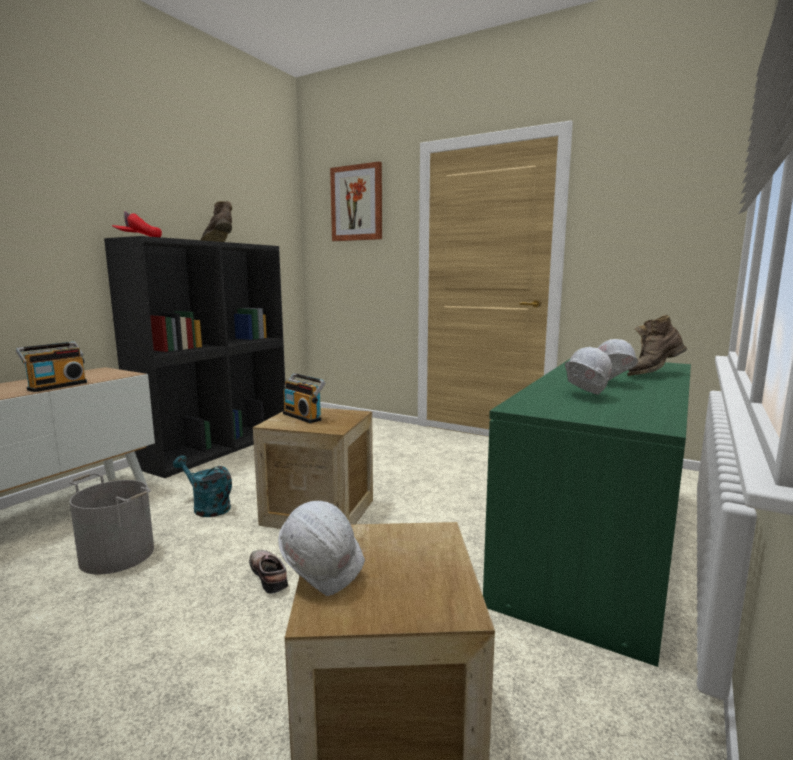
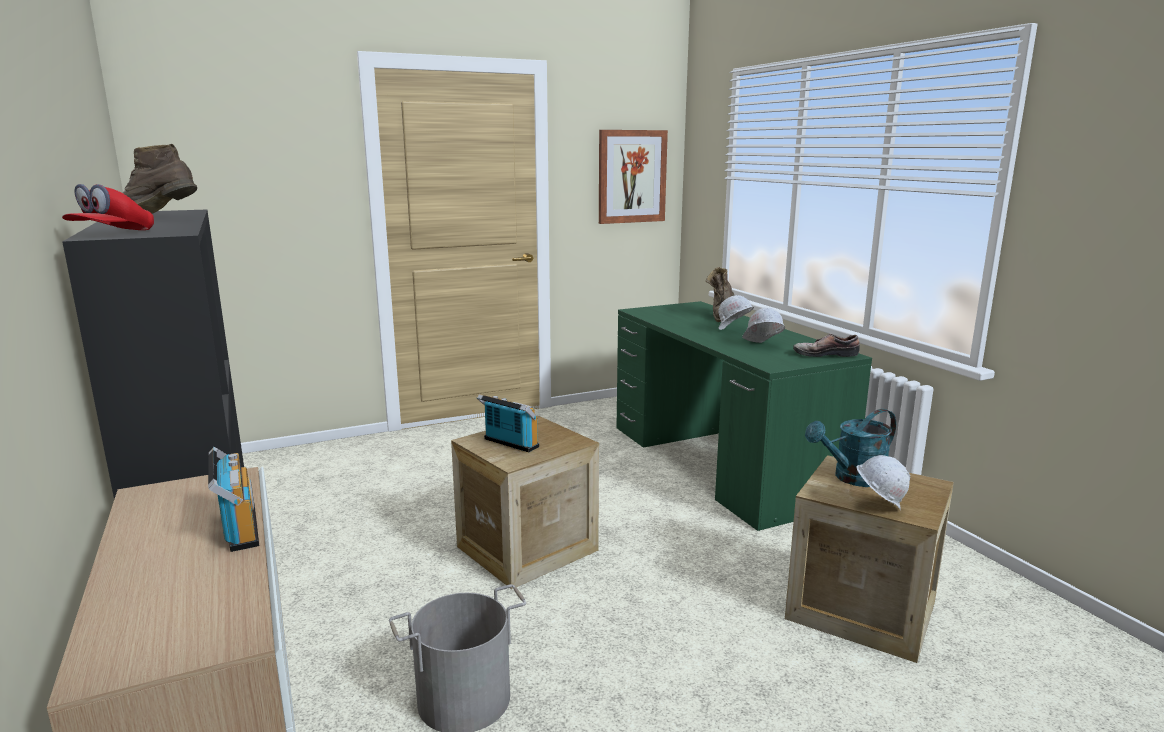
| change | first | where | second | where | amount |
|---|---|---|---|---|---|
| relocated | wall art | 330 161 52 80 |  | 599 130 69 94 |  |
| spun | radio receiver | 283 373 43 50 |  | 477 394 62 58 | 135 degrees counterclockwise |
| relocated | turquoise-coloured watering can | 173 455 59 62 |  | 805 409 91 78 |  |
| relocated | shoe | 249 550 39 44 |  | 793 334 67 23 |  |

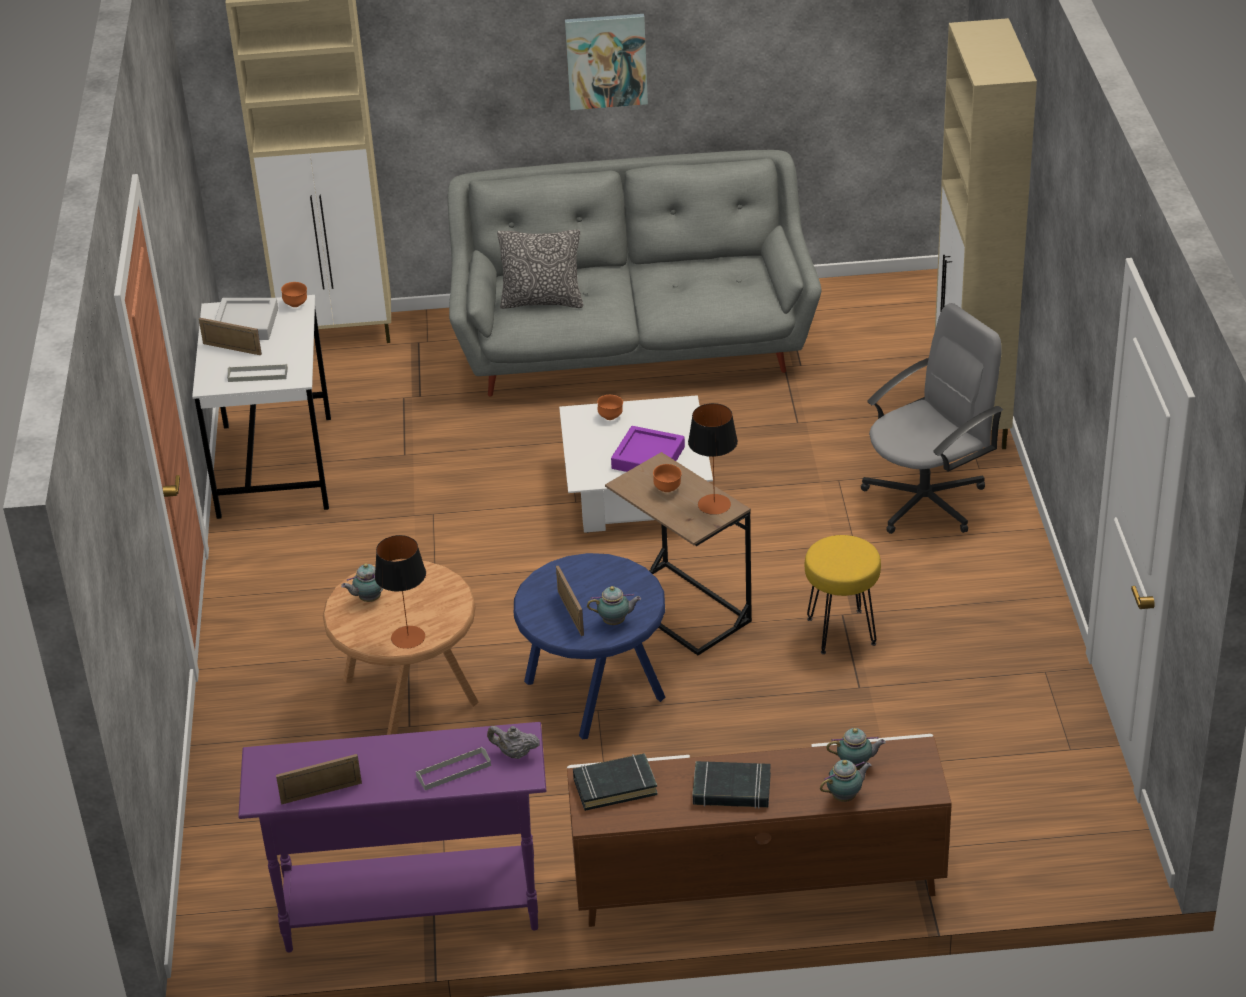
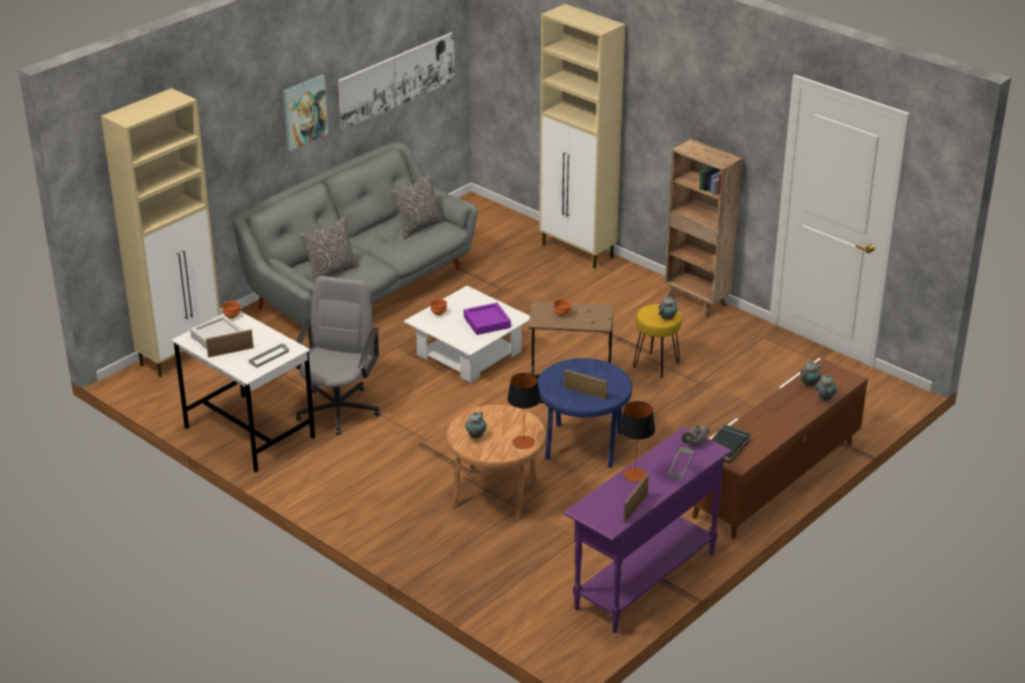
| change | first | where | second | where | amount |
|---|---|---|---|---|---|
| relocated | greyish computer chair | 861 303 142 231 |  | 296 276 84 159 |  |
| relocated | lamp for a table | 688 403 50 112 |  | 619 401 36 81 |  |
| relocated | teapot | 587 586 54 39 |  | 658 296 21 24 |  |
| missing | blackish book | 693 761 78 48 |  |  |  |
| appeared |  |  | wall art | 338 32 117 98 |  |
| appeared |  |  | brown bookcase | 665 139 78 178 |  |
| appeared |  |  | cushion | 391 174 53 65 |  |

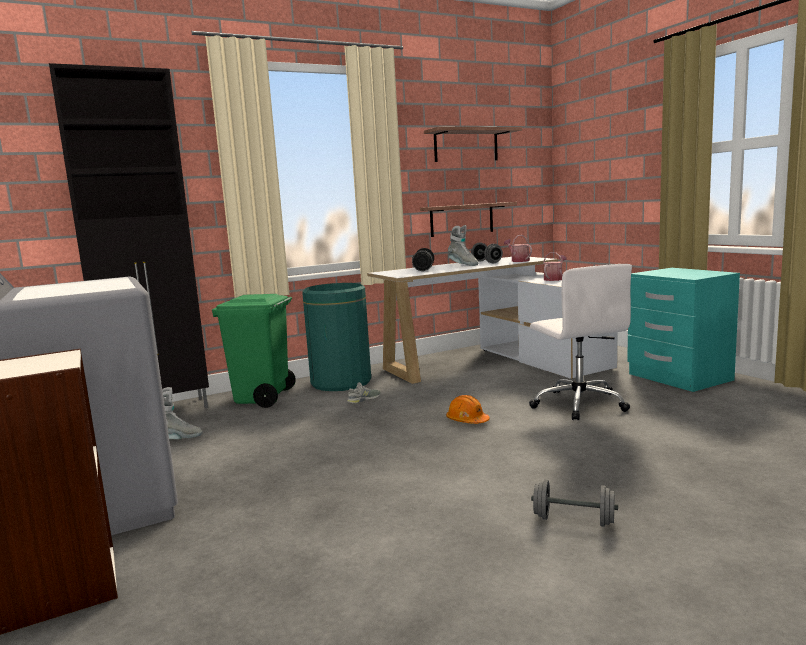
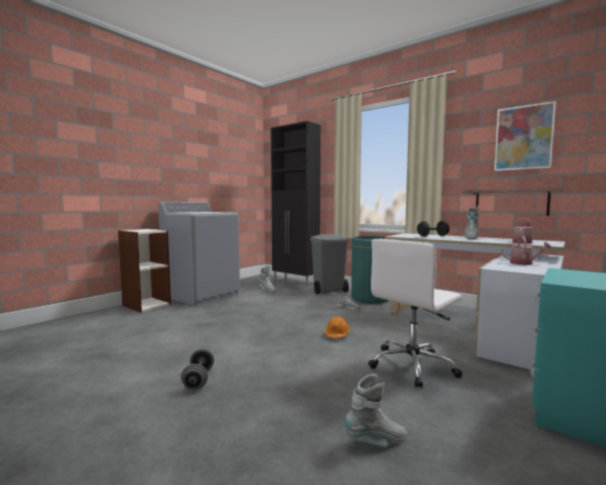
| change | first | where | second | where | amount |
|---|---|---|---|---|---|
| exchanged | wall shelf | 424 127 98 35 | wall art | 494 101 62 70 |  |
| missing | greyish free weight | 471 243 32 20 |  |  |  |
| colour | green-coloured waste bin | 212 294 84 114 | greyish waste bin | 310 234 39 60 |  |
| appeared |  |  | greyish high-top boot | 345 374 62 72 |  |

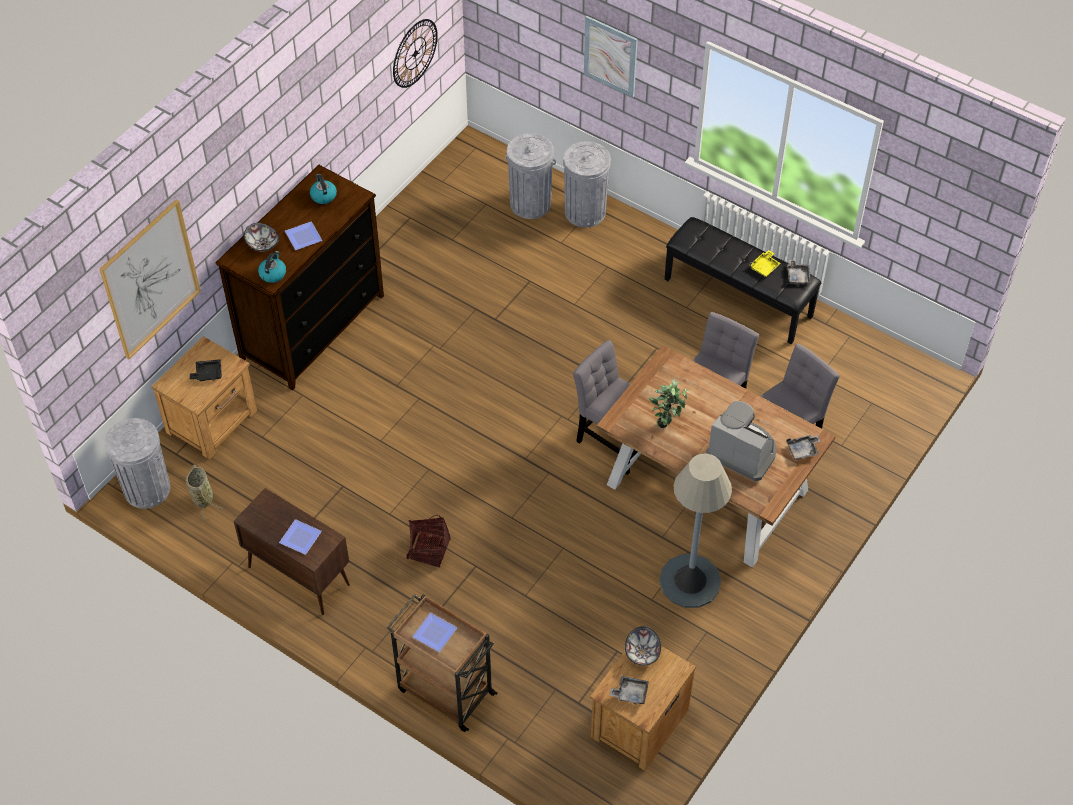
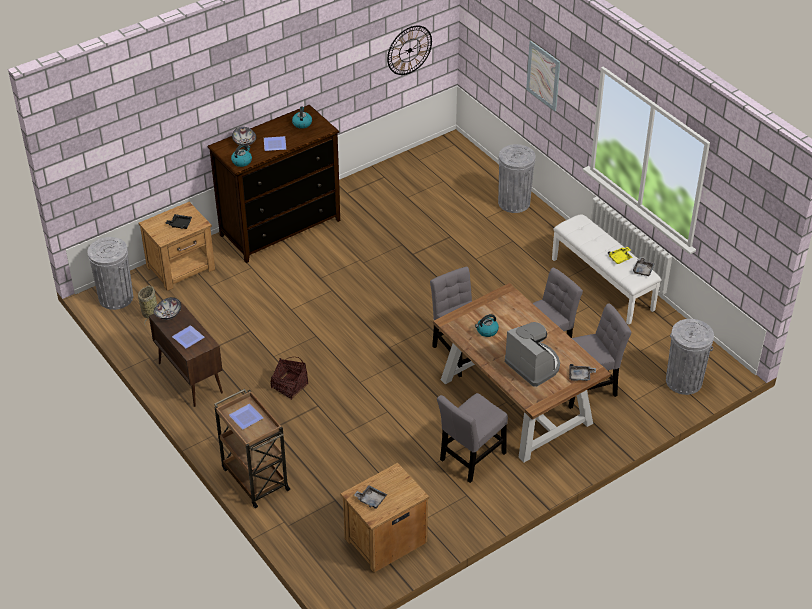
| change | first | where | second | where | amount |
|---|---|---|---|---|---|
| relocated | greyish waste bin | 506 133 50 86 |  | 666 319 48 76 |  |
| missing | wall art | 100 199 101 160 |  |  |  |
| colour | blackish long seat | 665 217 156 127 | white-coloured long seat | 552 214 110 111 |  |
| exchanged | potted plant | 649 379 41 49 | tea kettle | 475 314 24 23 |  |
| exchanged | greyish floor lamp | 659 454 73 154 | greyish chair | 437 393 71 90 |  |
| relocated | deep dish | 625 626 36 39 |  | 154 297 27 23 |  |

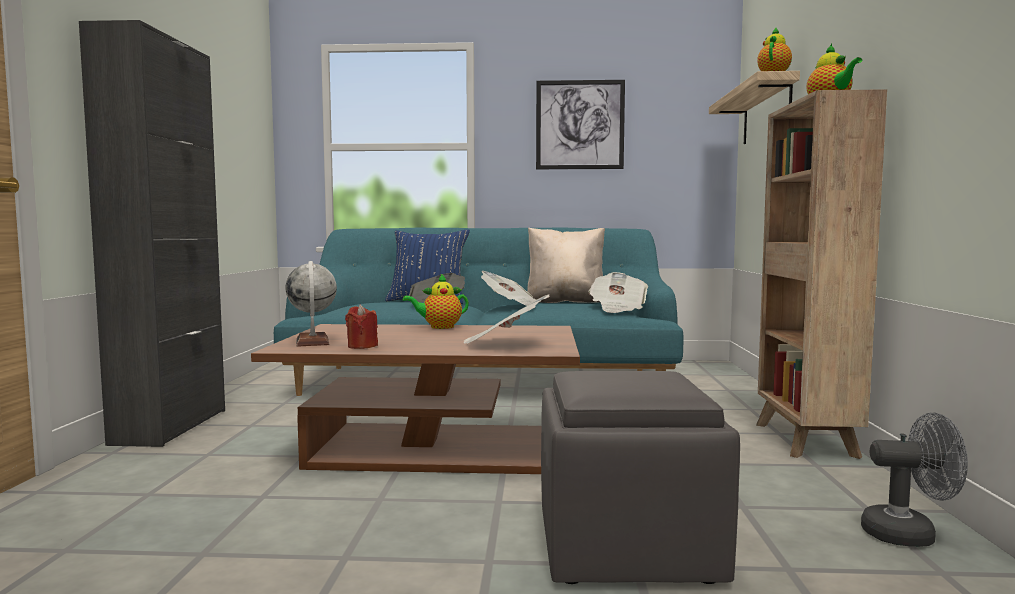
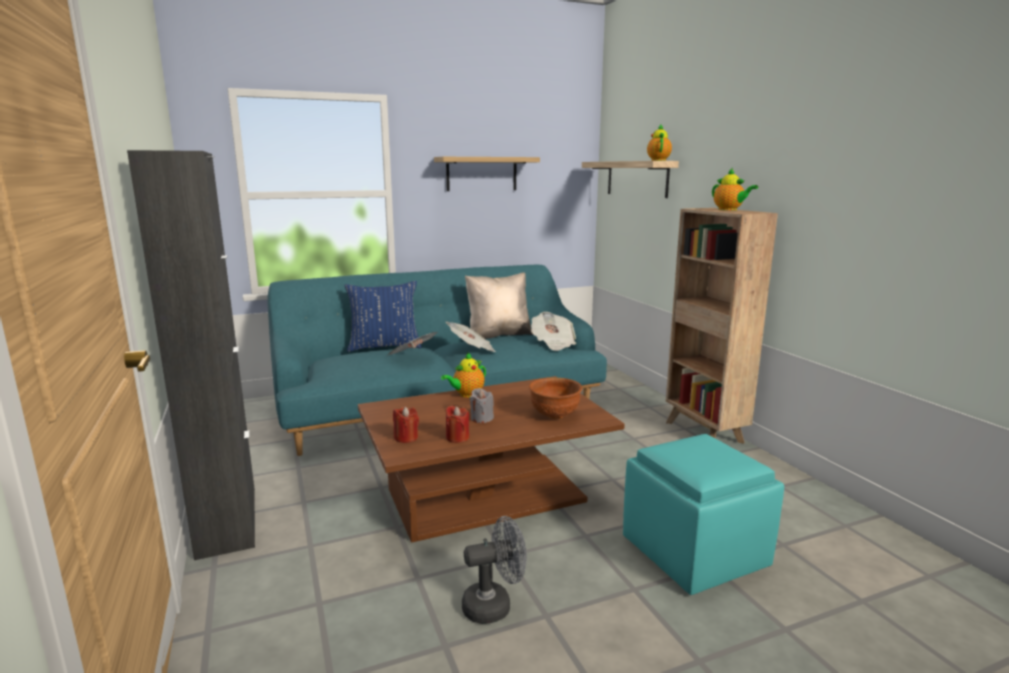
| change | first | where | second | where | amount |
|---|---|---|---|---|---|
| exchanged | wall art | 536 80 89 89 | wall shelf | 434 157 106 34 |  |
| exchanged | desk globe | 285 261 52 86 | red candle | 393 406 26 37 |  |
| exchanged | daily paper | 464 295 86 49 | brown deep dish | 529 377 53 42 |  |
| colour | greyish footrest | 541 371 199 213 | turquoise-coloured footrest | 623 434 161 161 |  |
| relocated | greyish cooling fan | 861 413 107 134 |  | 462 516 65 108 |  |
| appeared |  |  | greyish candle | 470 388 24 35 |  |

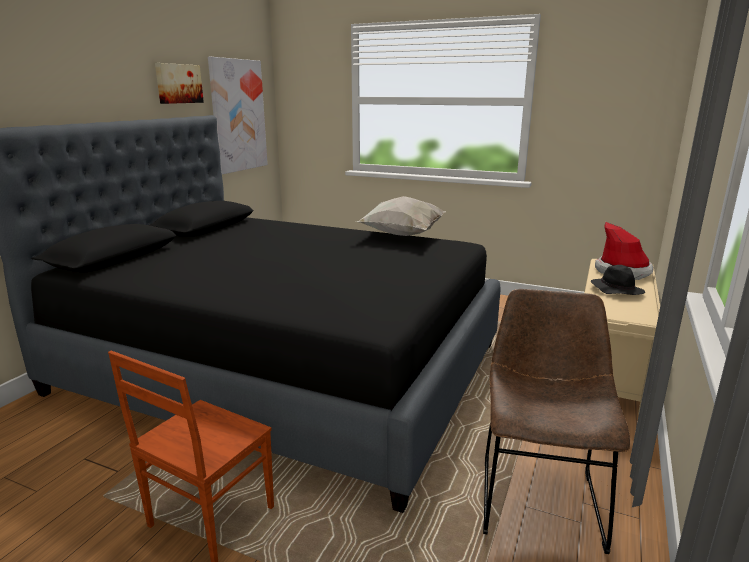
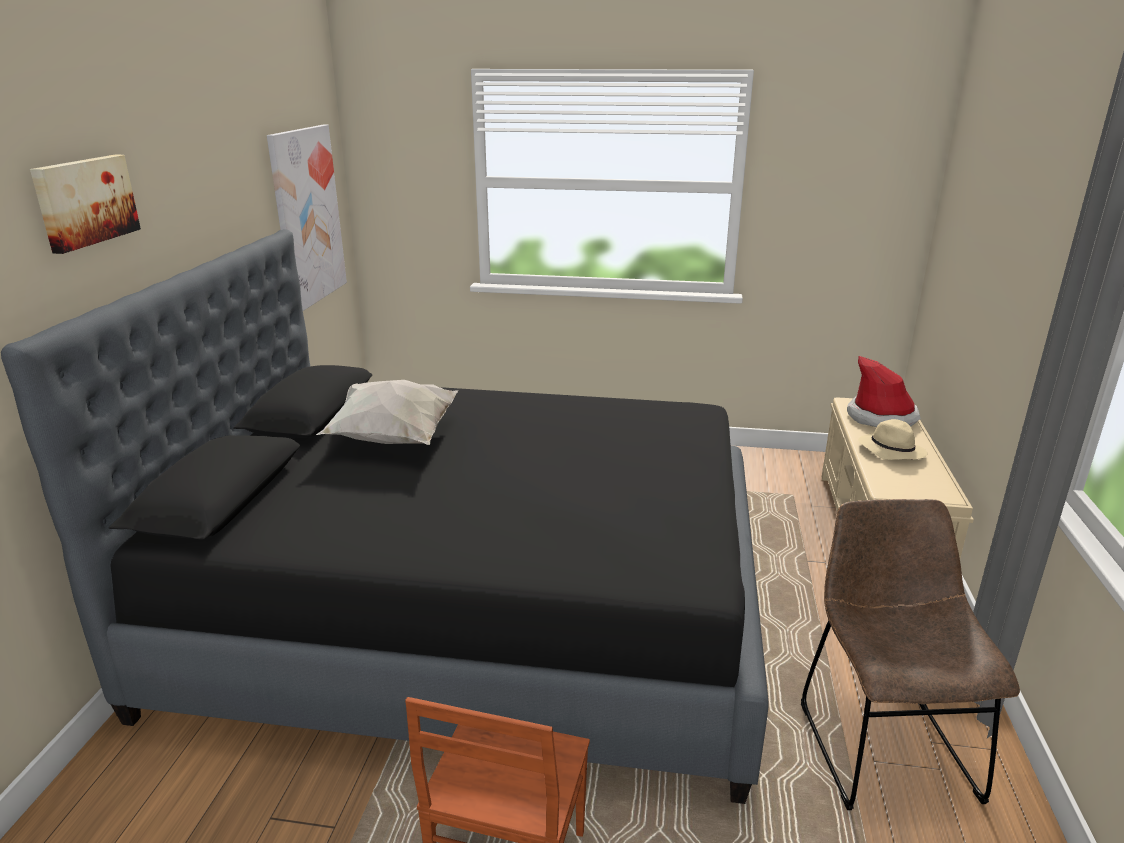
| change | first | where | second | where | amount |
|---|---|---|---|---|---|
| relocated | wall art | 155 63 49 41 |  | 30 155 111 99 |  |
| relocated | white-coloured cushion | 357 196 89 40 |  | 316 380 142 65 |  |
| colour | blackish wearable hat | 591 265 54 30 | beige-coloured wearable hat | 858 419 69 41 |  |

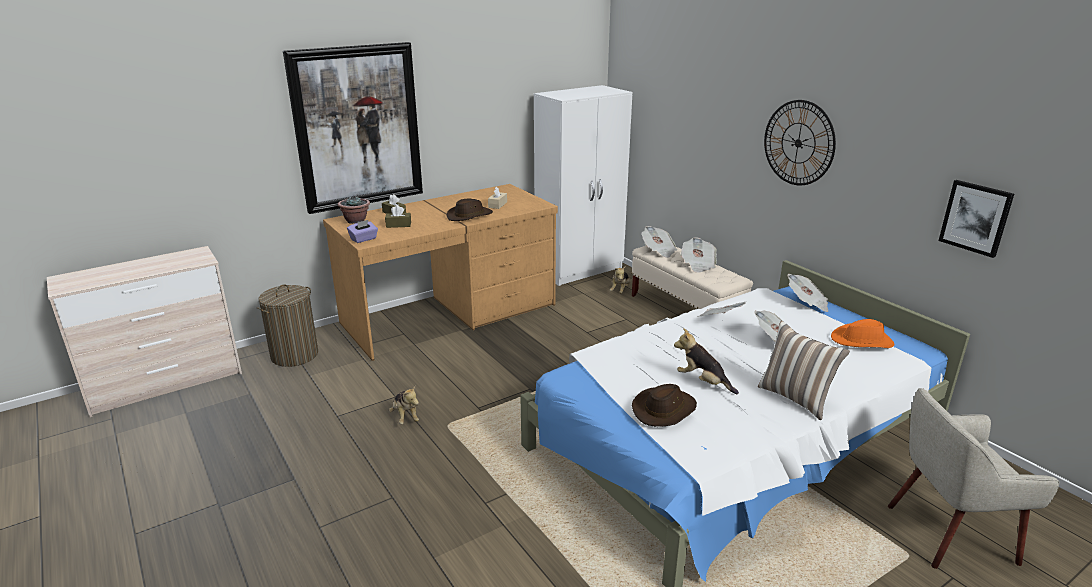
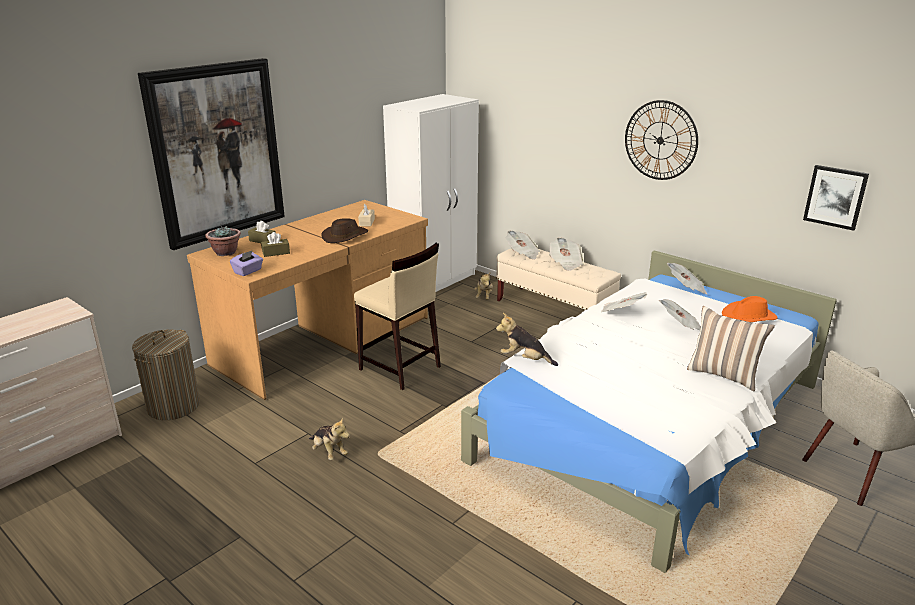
| change | first | where | second | where | amount |
|---|---|---|---|---|---|
| relocated | cuddly toy | 674 328 65 66 |  | 496 313 62 53 |  |
| missing | brown wearable hat | 632 384 65 43 |  |  |  |
| appeared |  |  | beige-coloured stool | 354 243 87 147 |  |

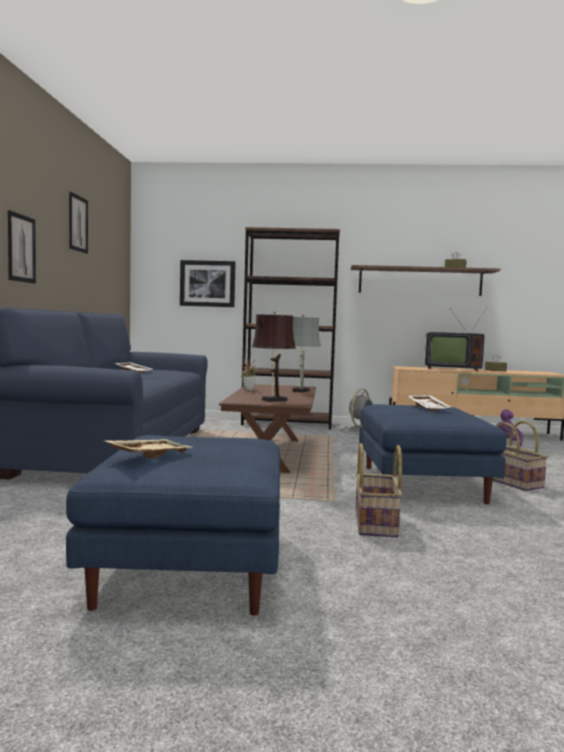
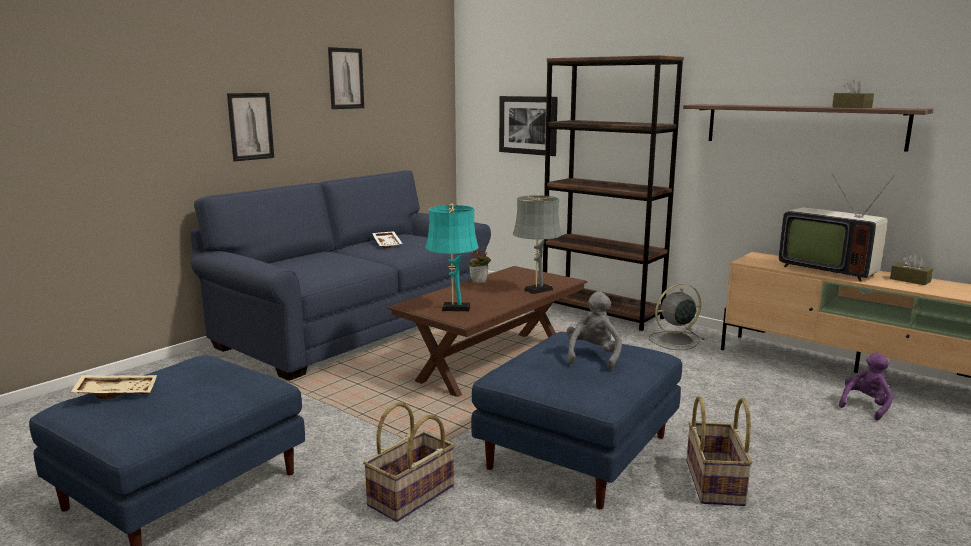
| change | first | where | second | where | amount |
|---|---|---|---|---|---|
| colour | brown lamp for a table | 252 311 44 91 | turquoise-coloured lamp for a table | 425 203 54 108 |  |
| exchanged | white-coloured tray | 408 395 43 16 | greyish cuddly toy | 567 291 55 79 |  |

